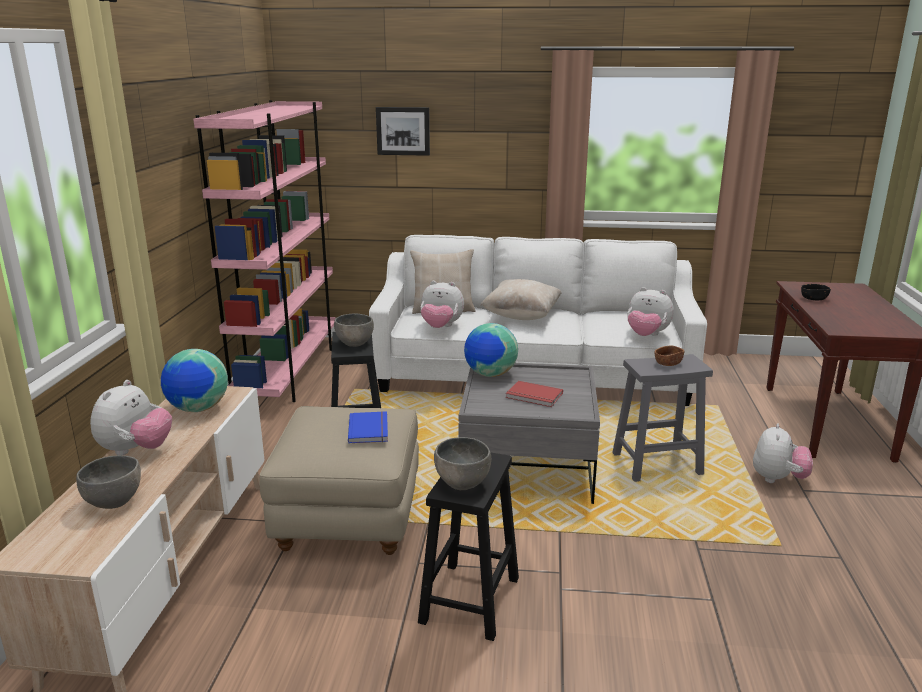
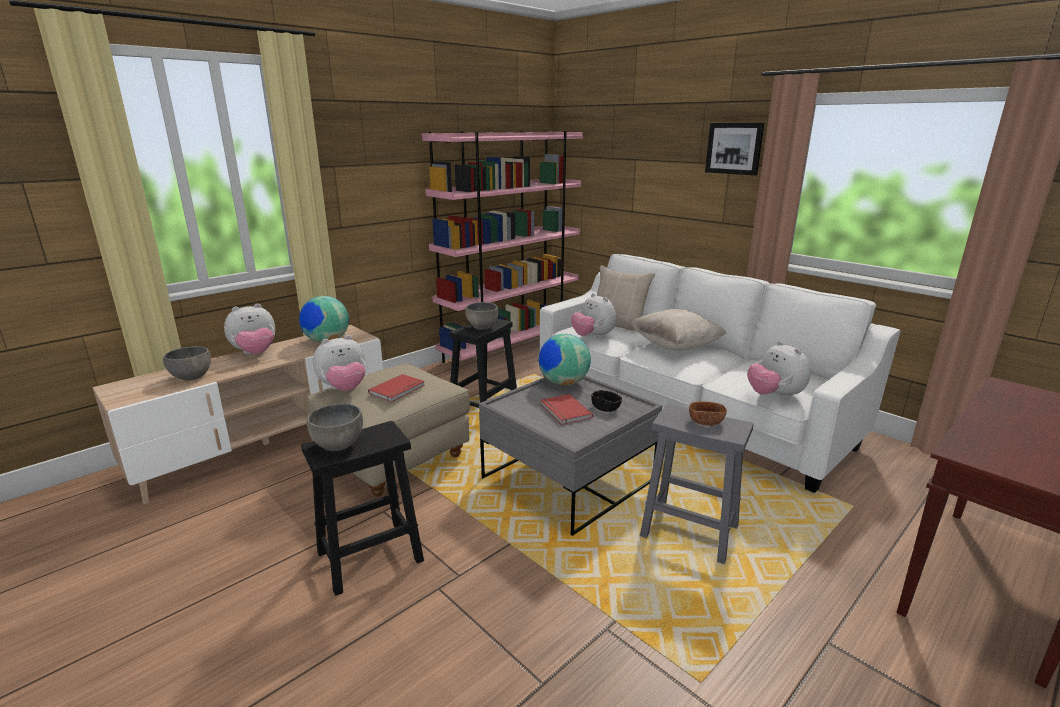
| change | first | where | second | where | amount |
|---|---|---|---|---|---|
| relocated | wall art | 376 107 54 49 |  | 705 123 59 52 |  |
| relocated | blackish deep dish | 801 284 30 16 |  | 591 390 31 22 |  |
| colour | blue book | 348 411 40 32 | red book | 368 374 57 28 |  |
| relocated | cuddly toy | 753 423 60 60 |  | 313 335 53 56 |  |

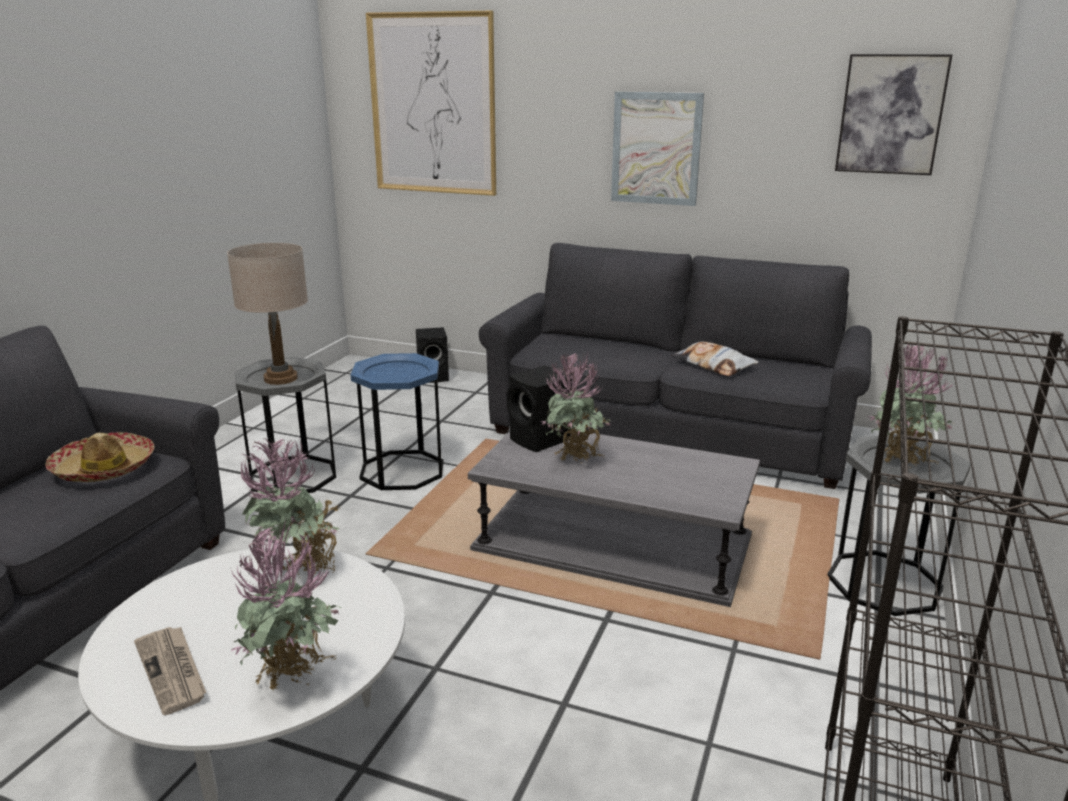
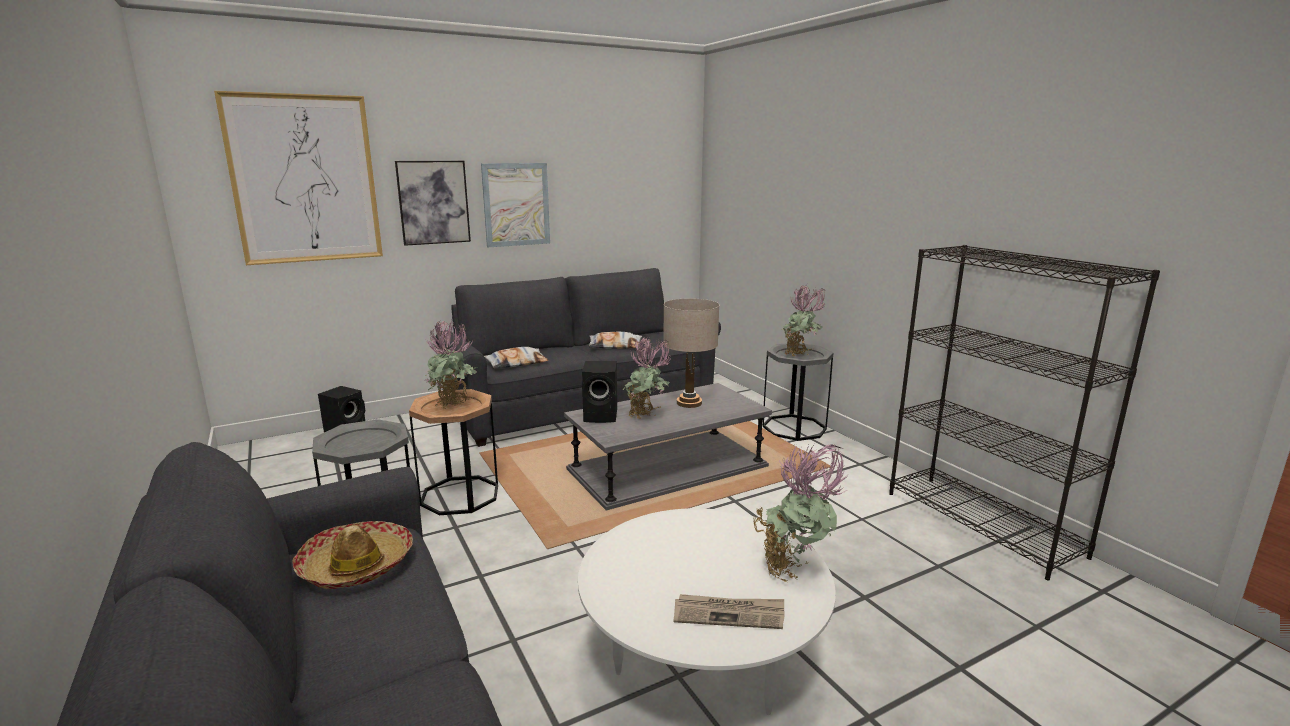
| change | first | where | second | where | amount |
|---|---|---|---|---|---|
| relocated | wall art | 835 54 118 121 |  | 395 161 76 85 |  |
| relocated | beige-coloured lamp for a table | 227 243 81 142 |  | 663 298 56 110 |  |
| colour | blue side table | 351 353 92 137 | brown side table | 409 389 89 126 |  |
| relocated | potted plant | 238 437 103 141 |  | 424 320 53 89 |  |
| appeared |  |  | cushion | 484 347 65 22 |  |

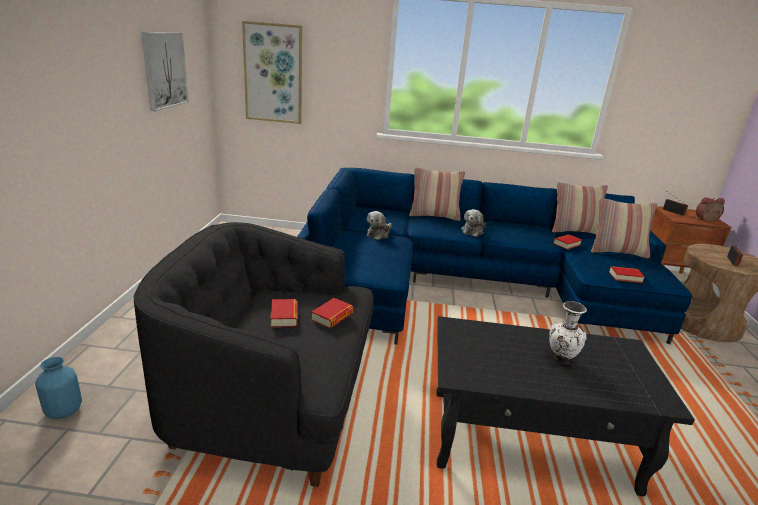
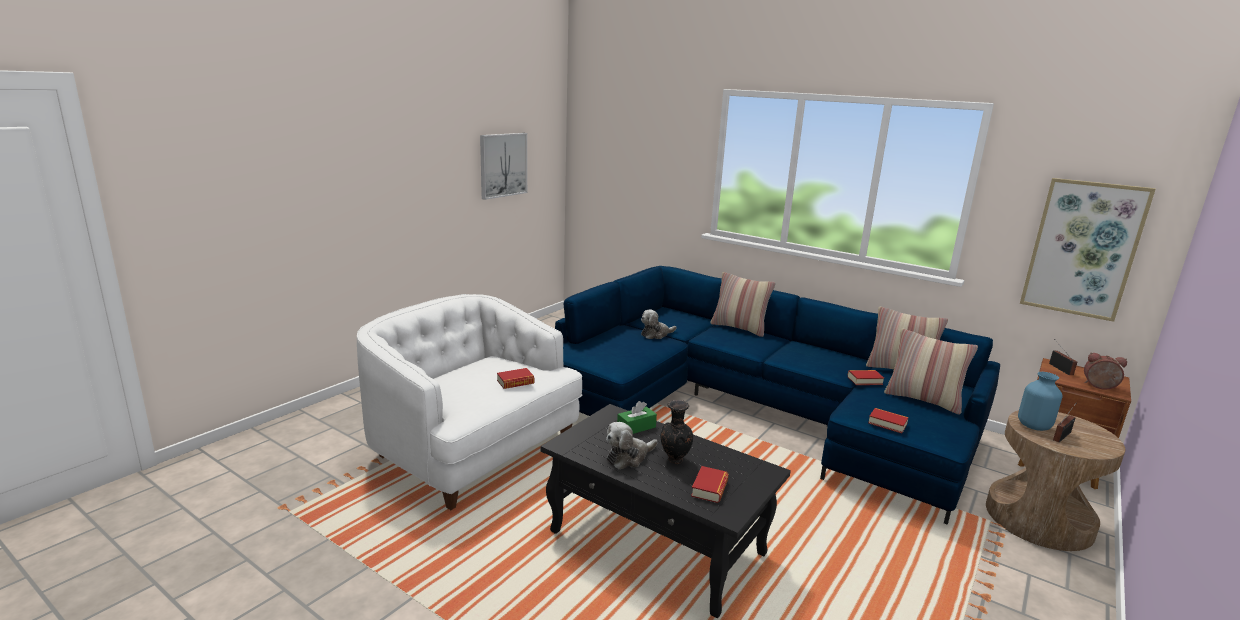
| change | first | where | second | where | amount |
|---|---|---|---|---|---|
| relocated | wall art | 242 21 60 103 |  | 1020 178 136 144 |  |
| relocated | cuddly toy | 461 209 25 28 |  | 606 422 52 47 |  |
| colour | blackish lounge chair | 134 222 240 265 | white-coloured lounge chair | 357 294 225 216 |  |
| relocated | book | 270 299 27 28 |  | 691 466 38 37 |  |
| colour | white-coloured flower vase | 549 301 38 63 | blackish flower vase | 660 400 33 64 |  |
| relocated | blue flower vase | 35 357 47 62 |  | 1018 372 45 59 |  |
| appeared |  |  | green-coloured tissue holder | 617 401 40 33 |  |

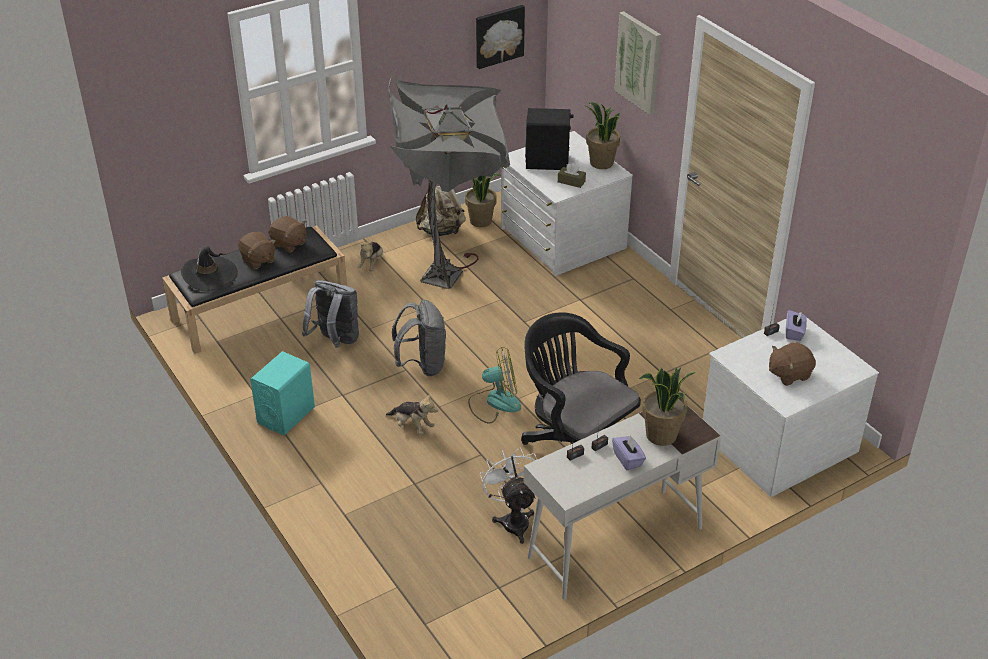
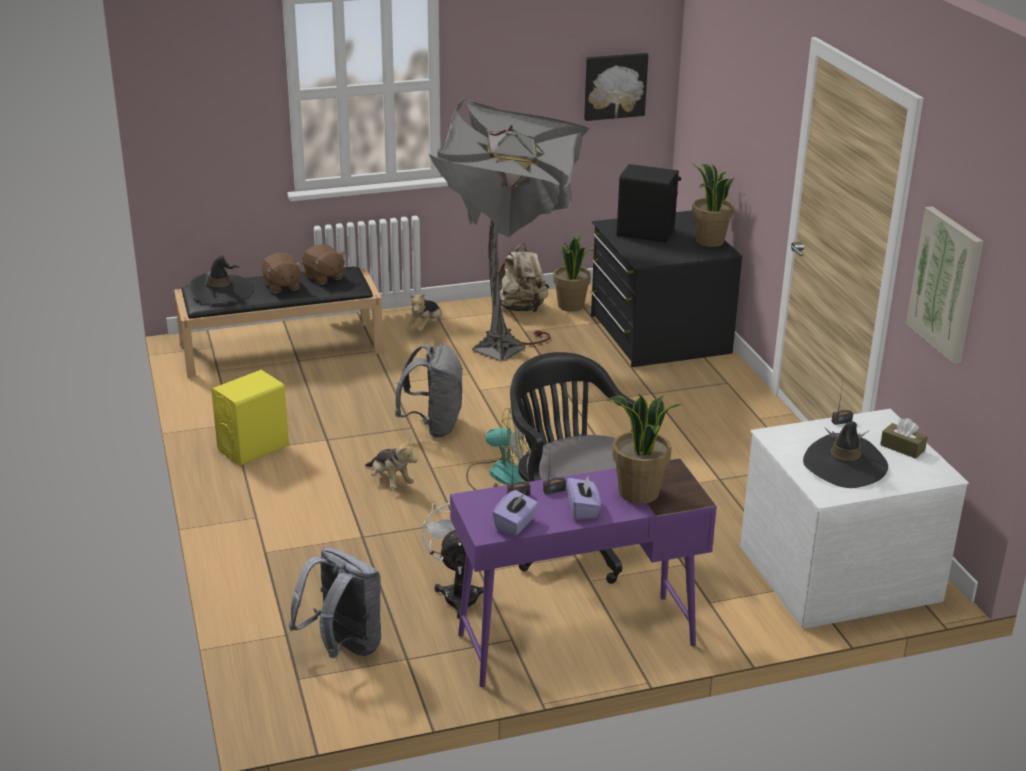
| change | first | where | second | where | amount |
|---|---|---|---|---|---|
| relocated | wall art | 614 11 47 104 |  | 906 206 77 158 |  |
| colour | white-coloured chest of drawers | 501 131 132 145 | blackish chest of drawers | 591 210 151 157 |  |
| relocated | brown tissue holder | 558 163 28 25 |  | 880 418 48 41 |  |
| relocated | greyish rucksack | 302 280 57 68 |  | 289 547 92 111 |  |
| relocated | purplish tissue holder | 786 310 21 31 |  | 493 490 45 46 |  |
| exchanged | brown cuddly toy | 769 342 47 44 | blackish wearable hat | 803 421 85 67 |  |
| colour | turquoise-coloured audio speaker | 250 351 65 84 | yellowish audio speaker | 211 370 78 96 |  |
| colour | white-coloured desk unit | 524 405 197 195 | purplish desk unit | 450 458 267 229 |  |

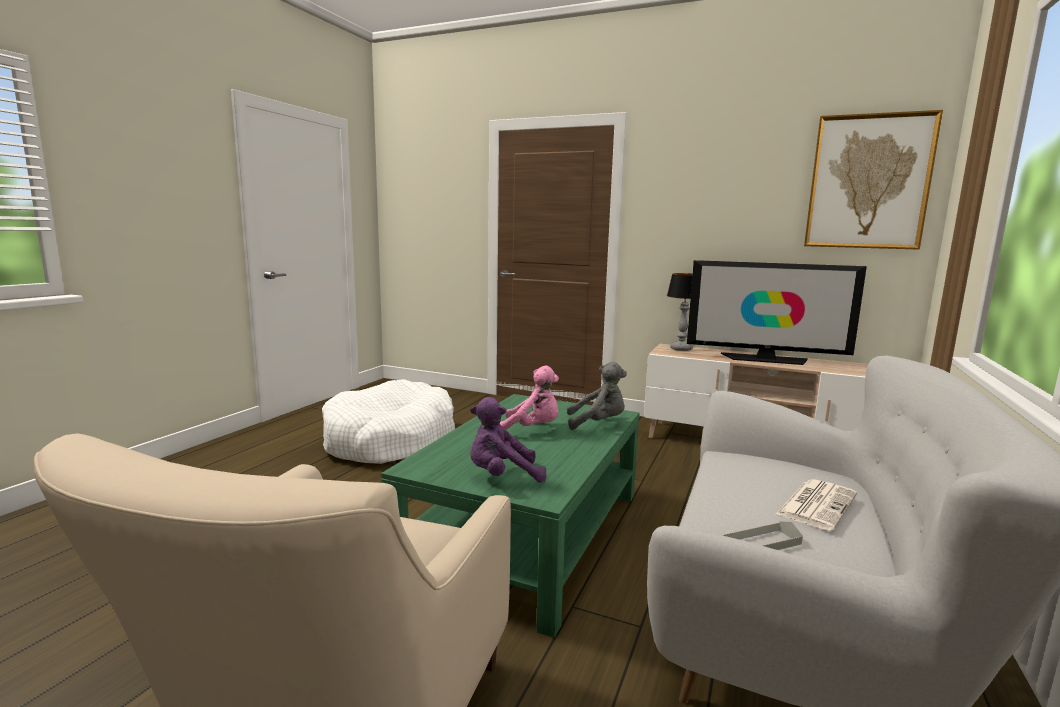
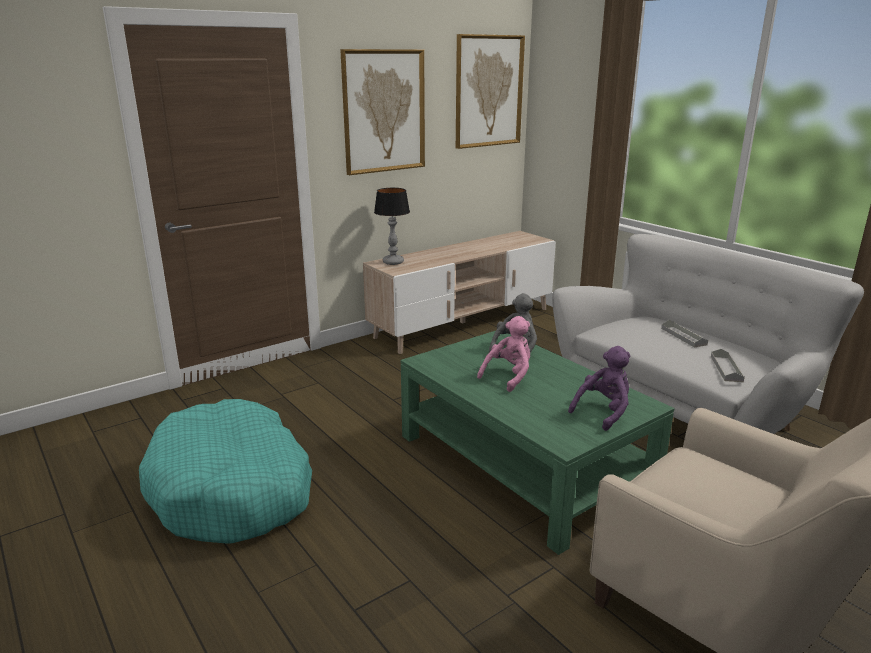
| change | first | where | second | where | amount |
|---|---|---|---|---|---|
| missing | television | 687 260 180 105 |  |  |  |
| colour | white-coloured dog bed | 322 379 133 85 | turquoise-coloured dog bed | 139 399 173 145 |  |
| spun | purplish cuddly toy | 470 397 77 85 |  | 568 346 62 85 | 150 degrees counterclockwise |
| exchanged | daily paper | 776 479 81 52 | greyish tray | 661 320 47 28 |  |
| appeared |  |  | wall art | 340 49 85 126 |  |

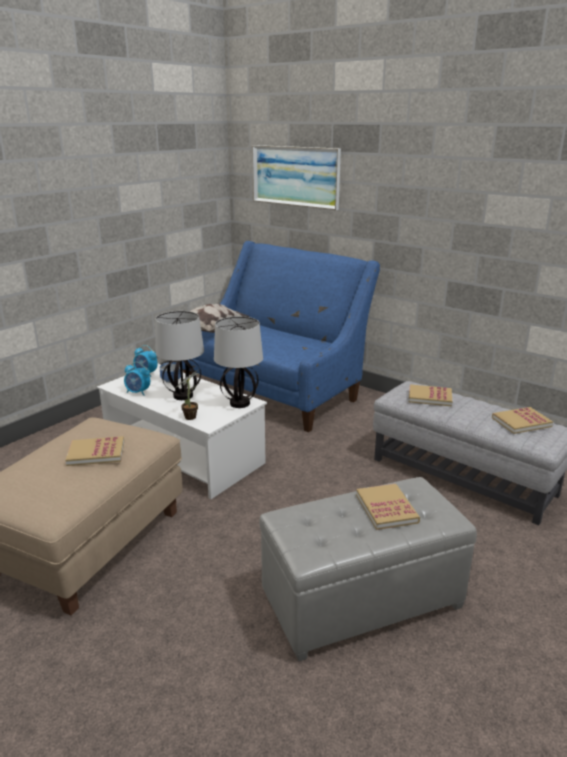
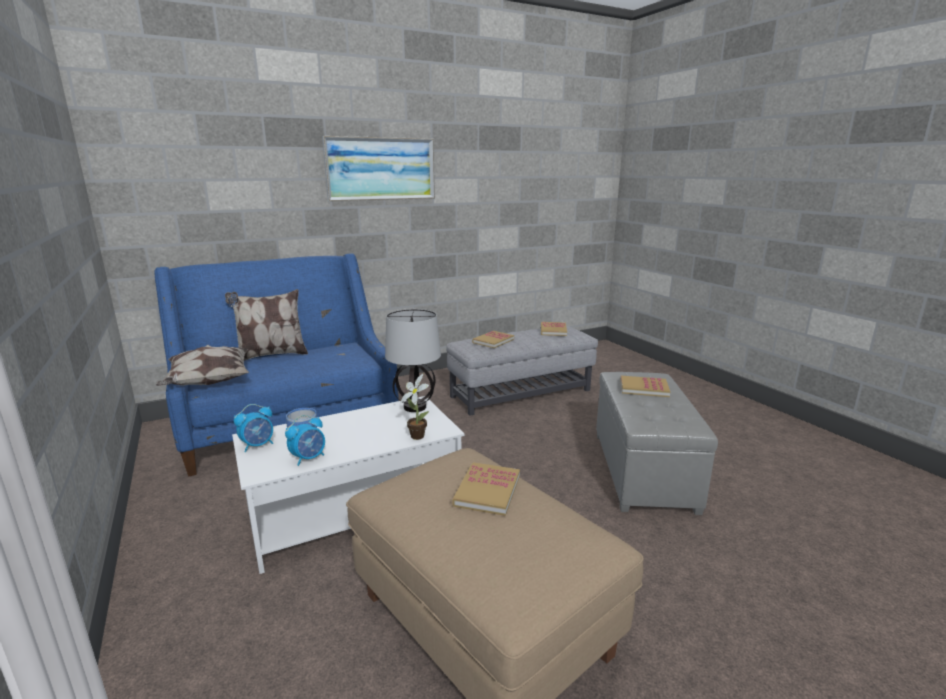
| change | first | where | second | where | amount |
|---|---|---|---|---|---|
| relocated | wall art | 252 145 89 65 |  | 322 136 113 65 |  |
| missing | lamp for a table | 155 311 49 89 |  |  |  |
| appeared |  |  | cushion | 225 289 83 72 |  |

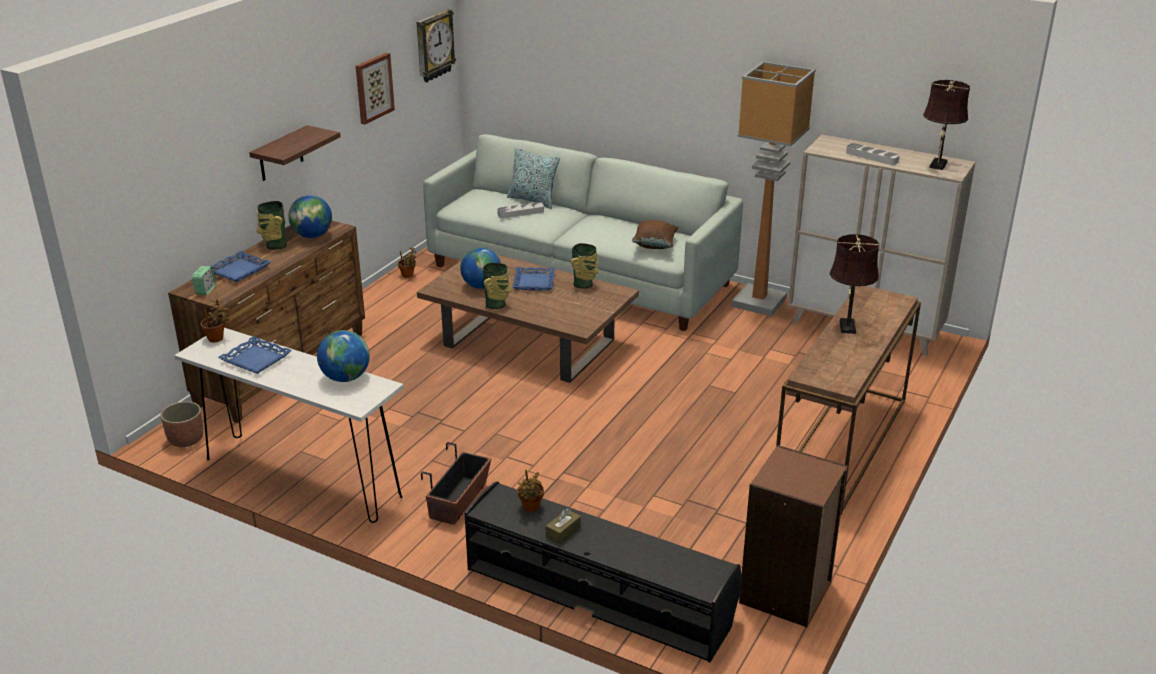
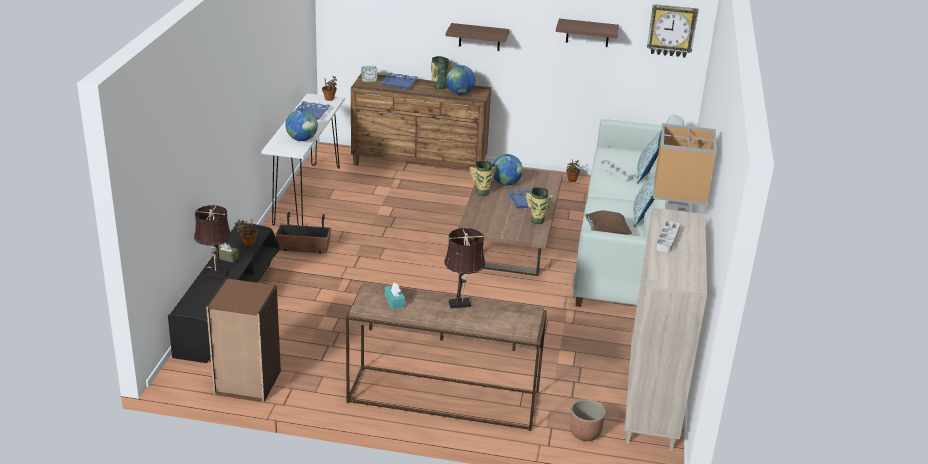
| change | first | where | second | where | amount |
|---|---|---|---|---|---|
| exchanged | wall art | 356 53 39 72 | wall shelf | 556 19 63 28 |  |
| relocated | brown lamp for a table | 923 80 47 90 |  | 194 205 38 73 |  |
| relocated | planter | 161 401 42 46 |  | 570 399 36 42 |  |
| appeared |  |  | cushion | 634 171 22 56 |  |
| appeared |  |  | turquoise-coloured tissue holder | 385 283 20 26 |  |

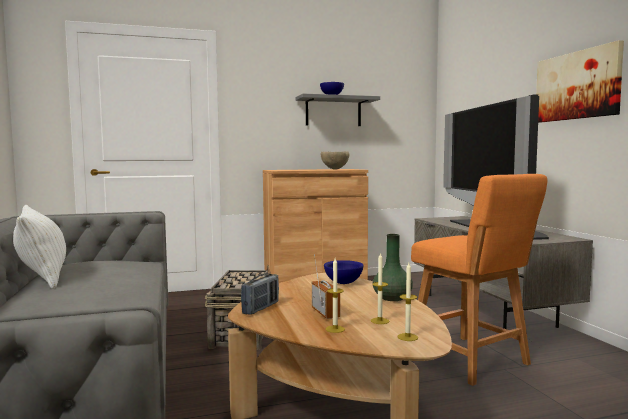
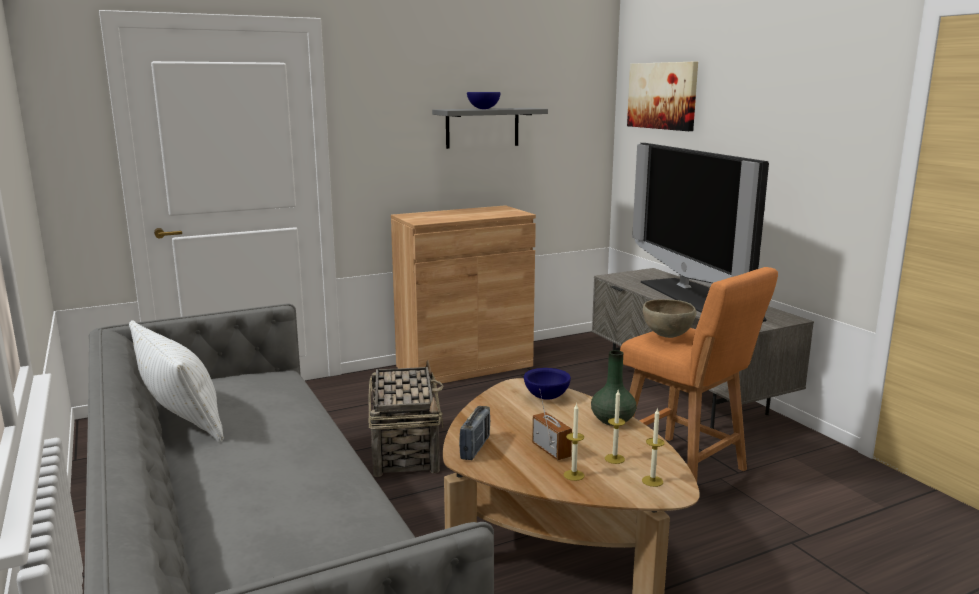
| change | first | where | second | where | amount |
|---|---|---|---|---|---|
| relocated | wall art | 536 40 88 83 |  | 627 62 71 69 |  |
| relocated | brown deep dish | 321 151 28 19 |  | 643 299 54 39 |  |

